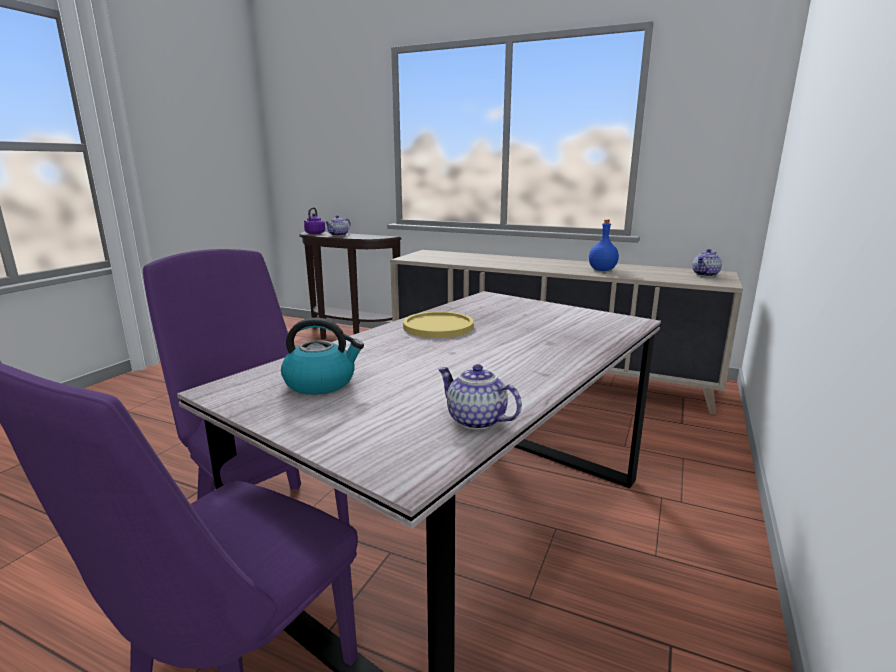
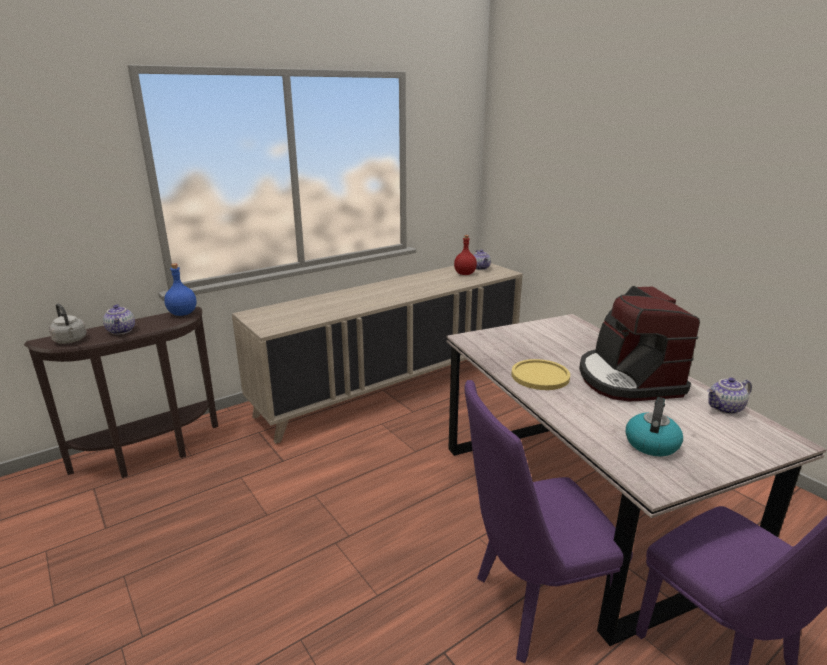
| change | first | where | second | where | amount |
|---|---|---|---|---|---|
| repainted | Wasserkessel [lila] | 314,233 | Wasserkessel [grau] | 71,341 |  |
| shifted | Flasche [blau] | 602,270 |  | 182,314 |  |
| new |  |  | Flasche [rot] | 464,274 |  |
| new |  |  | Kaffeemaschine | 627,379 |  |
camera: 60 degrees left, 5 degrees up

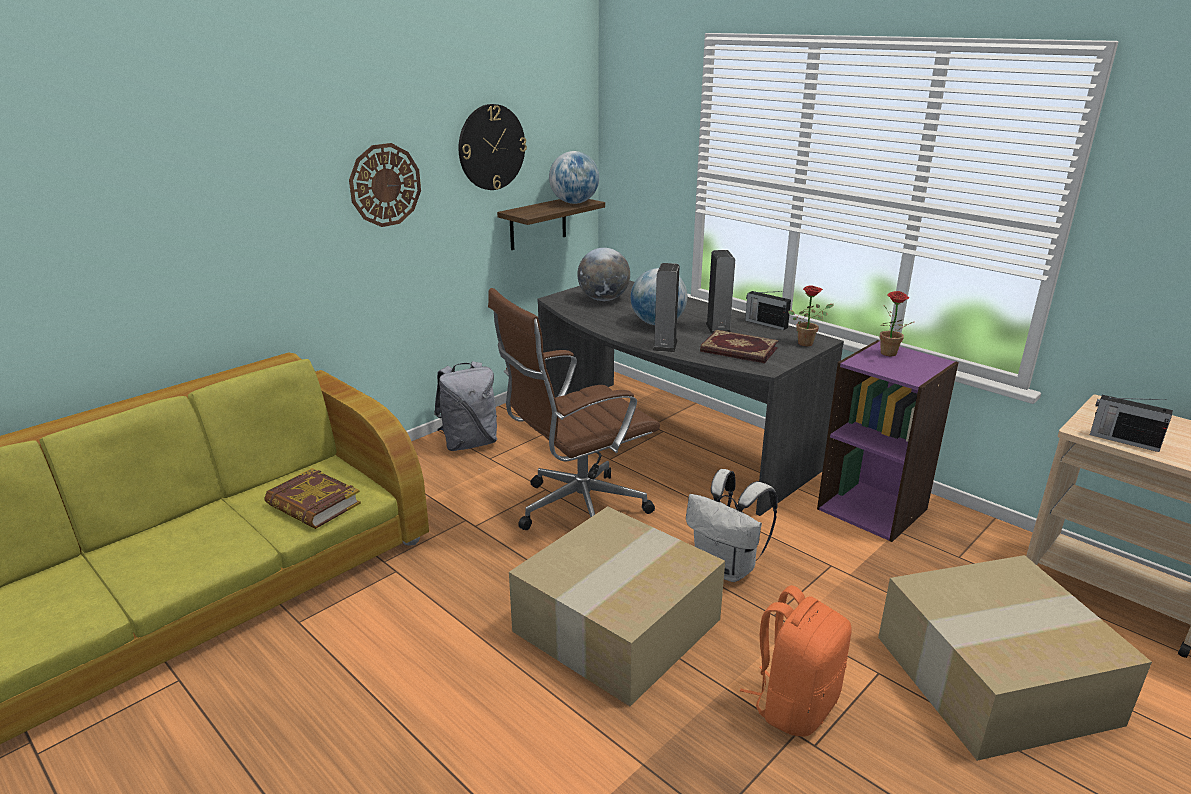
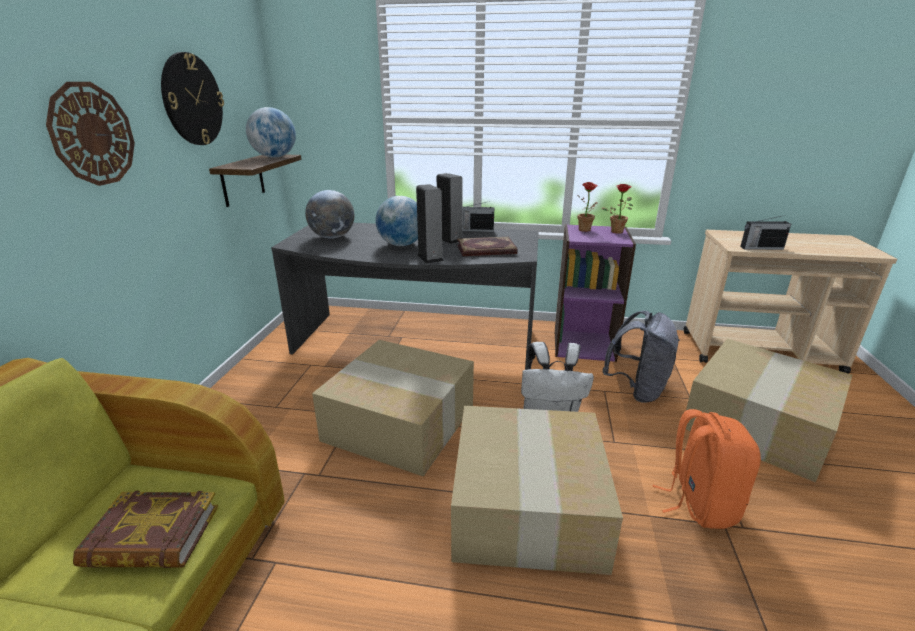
| change | first | where | second | where | amount |
|---|---|---|---|---|---|
| shifted | Rucksack [grau] | 469,443 |  | 637,390 |  |
| swapped | Bürostuhl [braun] | 576,511 | Karton | 397,423 |  |
| shifted | Topfpflanze | 807,343 |  | 617,231 |  |
camera: 35 degrees left, 0 degrees up

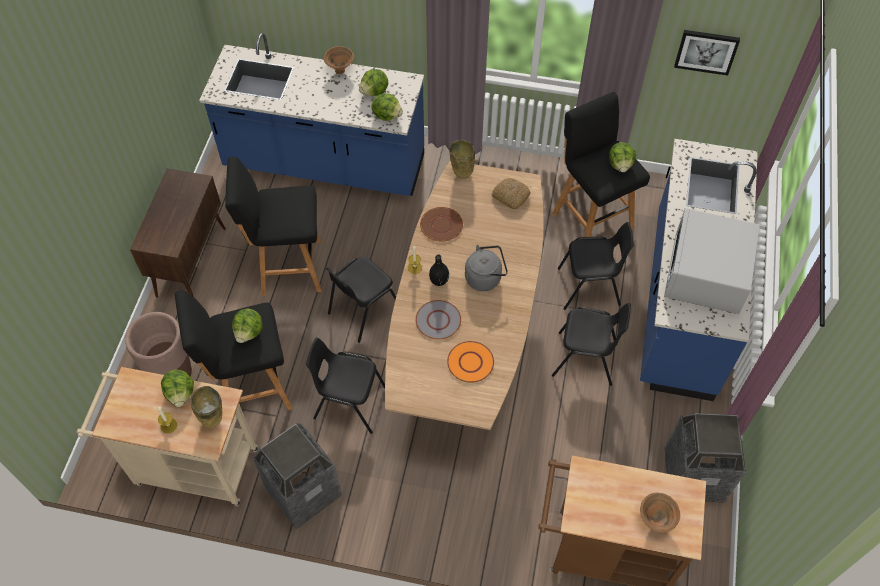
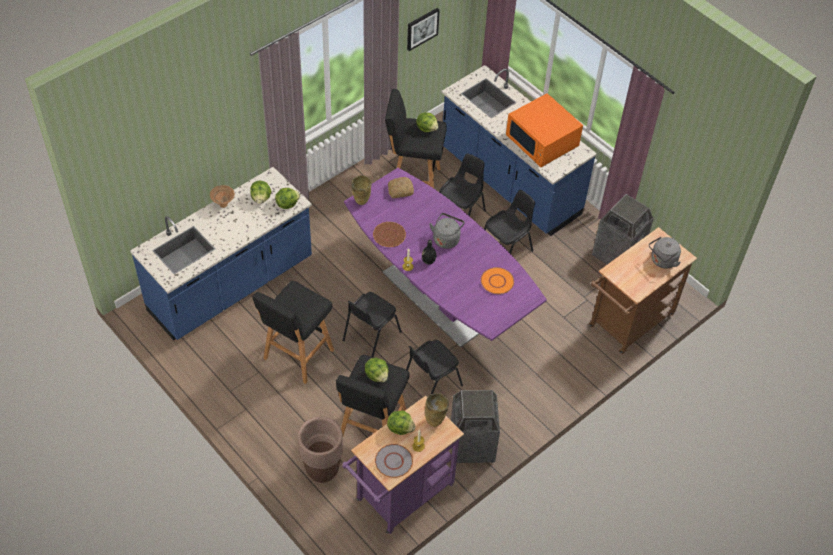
| change | first | where | second | where | amount |
|---|---|---|---|---|---|
| repainted | Rollwagen [beige] | 190,466 | Rollwagen [lila] | 400,496 |  |
| gone | Schrank [braun] | 191,261 |  |  |  |
| rotated | Stuhl [schwarz] | 363,311 |  | 370,336 | 45 degrees clockwise |
| repainted | Esstisch [braun] | 465,338 | Esstisch [lila] | 439,297 |  |
| shifted | Teller [grau] | 438,320 |  | 393,461 |  |
| swapped | Schüssel [braun] | 655,519 | Wasserkessel [grau] | 662,261 |  |
| repainted | Mikrowelle [weiß] | 705,274 | Mikrowelle [orange] | 542,141 |  |
camera: 55 degrees left, 5 degrees down

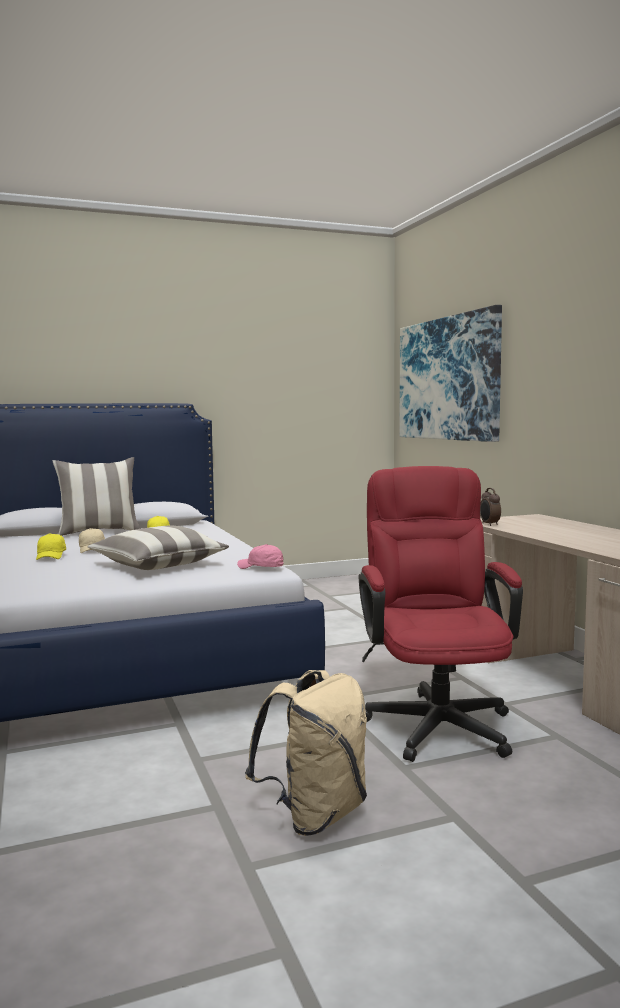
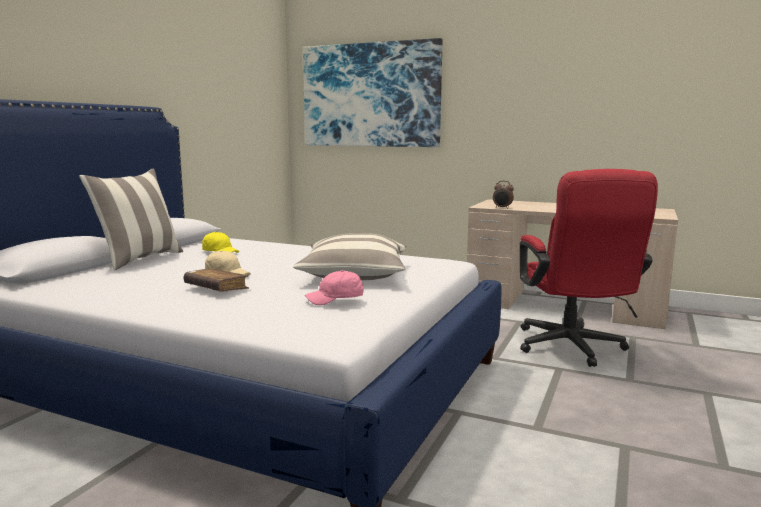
| change | first | where | second | where | amount |
|---|---|---|---|---|---|
| swapped | Kappe [gelb] | 51,556 | Buch [braun] | 216,288 |  |
| shifted | Kappe [rosa] | 261,568 |  | 335,299 |  |
| gone | Rucksack [beige] | 315,815 |  |  |  |
| rotated | Bürostuhl [rot] | 436,720 |  | 572,349 | 135 degrees counterclockwise |
camera: 45 degrees left, 5 degrees up

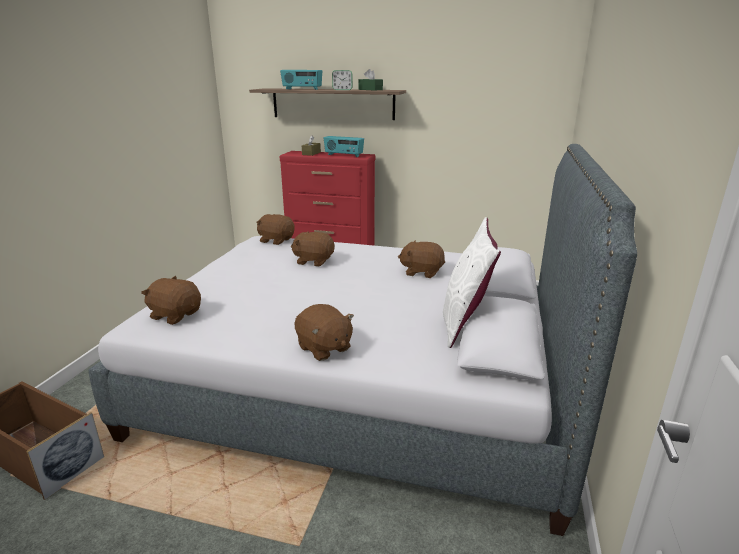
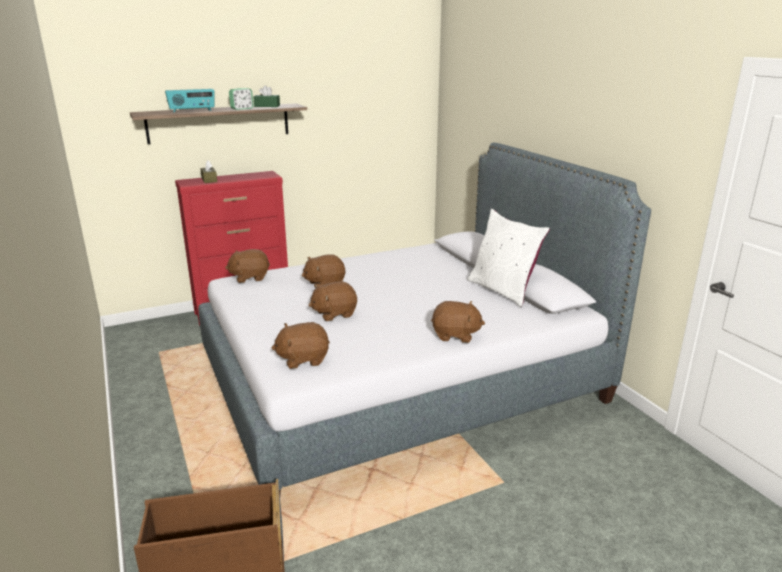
| change | first | where | second | where | amount |
|---|---|---|---|---|---|
| gone | Radio | 343,155 |  |  |  |
| shifted | Plüschtier [braun] | 422,272 |  | 334,313 |  |
camera: 40 degrees left, 0 degrees up

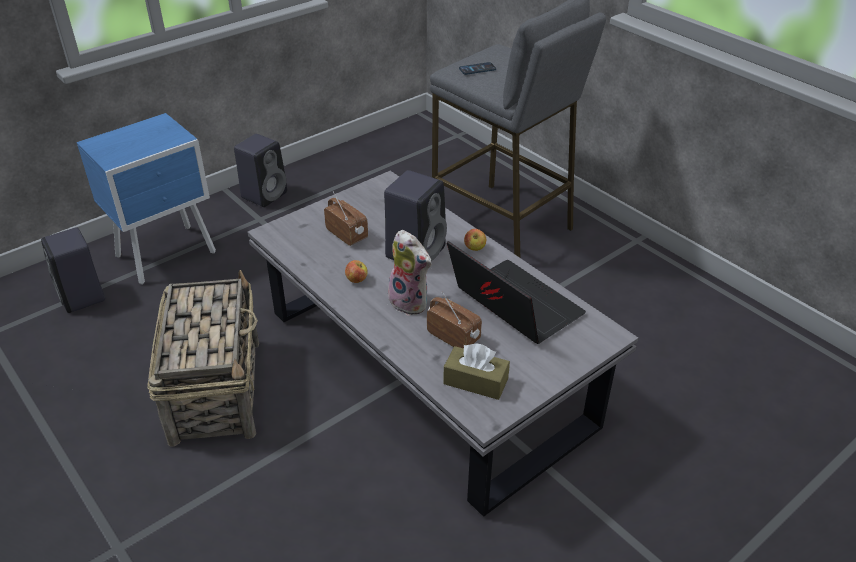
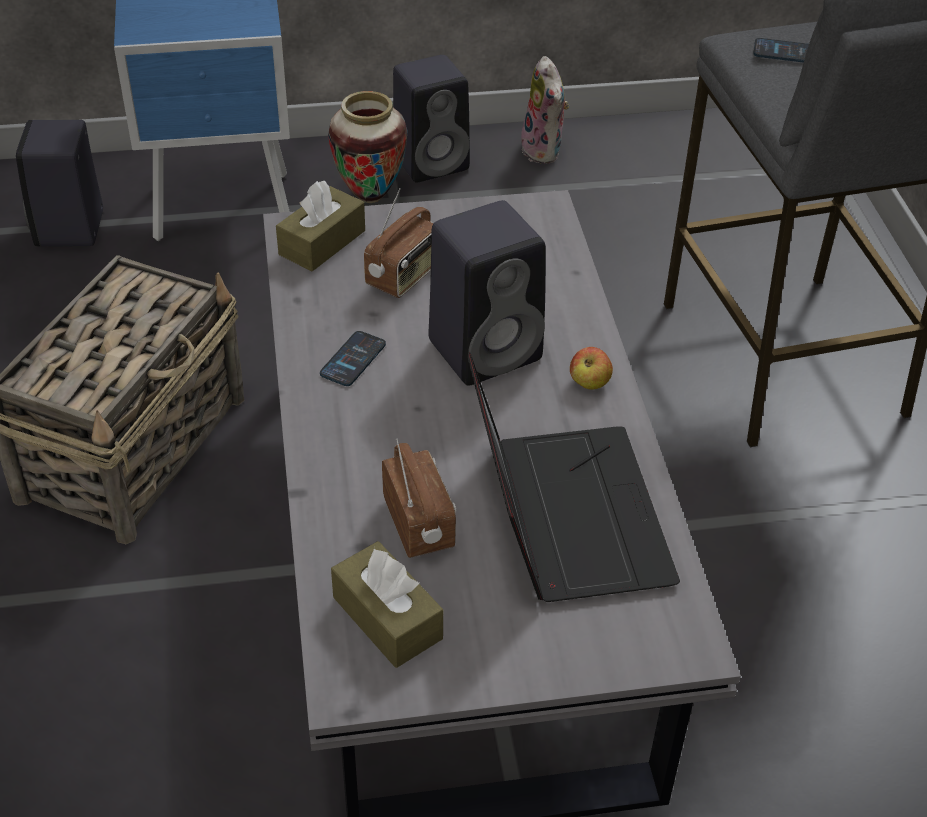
| change | first | where | second | where | amount |
|---|---|---|---|---|---|
| rotated | Radio | 347,234 |  | 404,276 | 45 degrees clockwise |
| swapped | Apfel | 356,280 | Handy | 353,359 |  |
| shifted | Plüschtier | 411,302 |  | 544,151 |  |
| new |  |  | Taschentuchbox [braun] | 322,242 |  |
| new |  |  | Vase | 370,196 |  |
camera: 30 degrees right, 5 degrees up

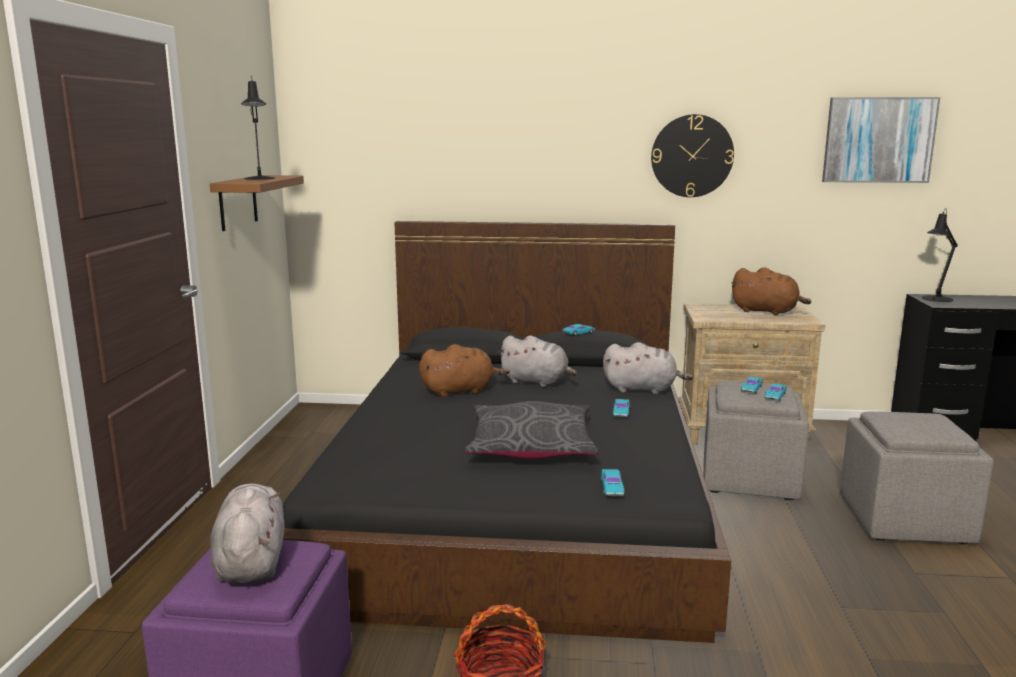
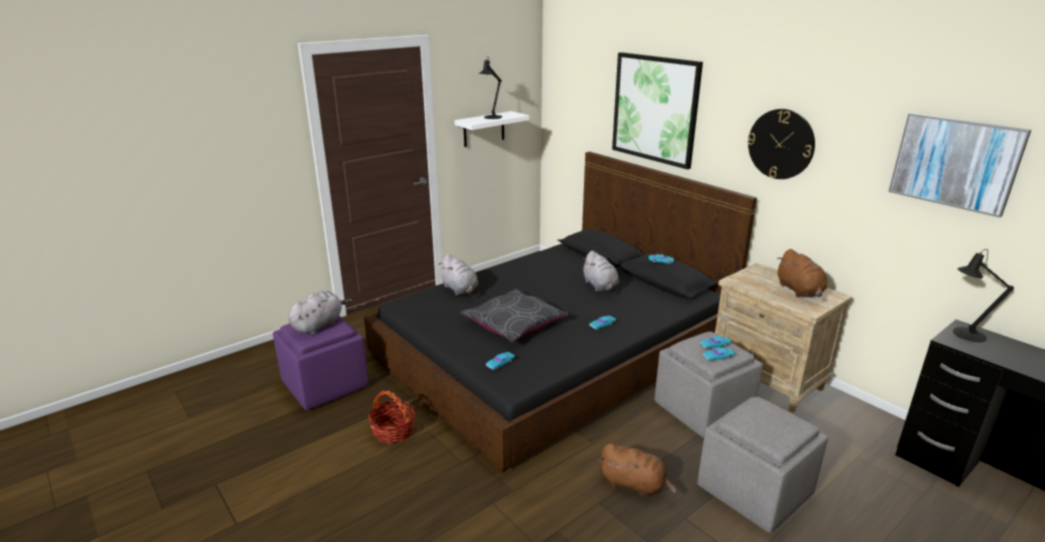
| change | first | where | second | where | amount |
|---|---|---|---|---|---|
| repainted | Wandregal [braun] | 238,202 | Wandregal [weiß] | 484,129 |  |
| shifted | Plüschtier [braun] | 460,391 |  | 635,484 |  |
| shifted | Plüschtier [grau] | 643,389 |  | 460,289 |  |
| new |  |  | Bild | 655,109 |  |
camera: 45 degrees right, 10 degrees up

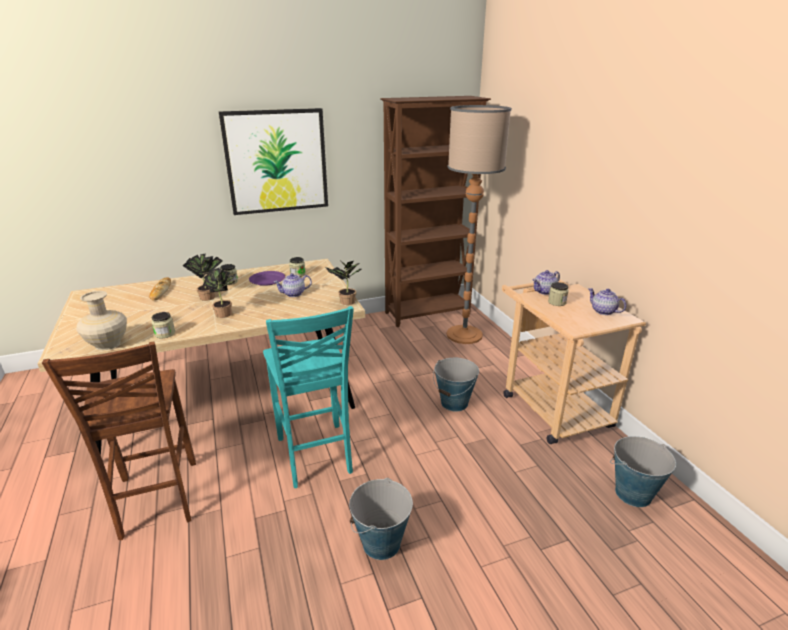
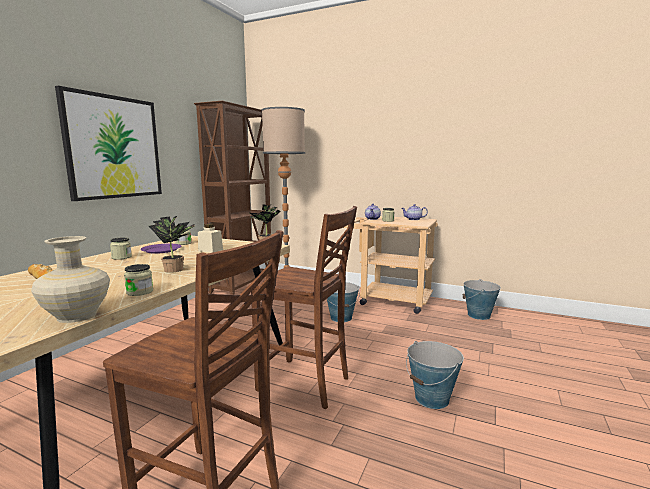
| change | first | where | second | where | amount |
|---|---|---|---|---|---|
| gone | Topfpflanze | 209,296 |  |  |  |
| repainted | Stuhl [türkis] | 315,456 | Stuhl [braun] | 305,384 |  |
| swapped | Teekanne | 293,294 | Vorratsglas [beige] | 210,250 |  |
camera: 45 degrees left, 15 degrees down

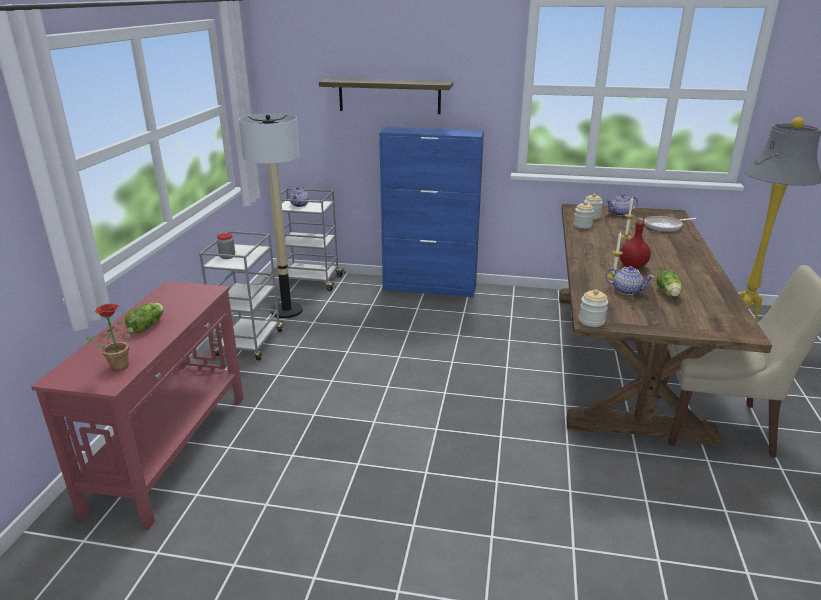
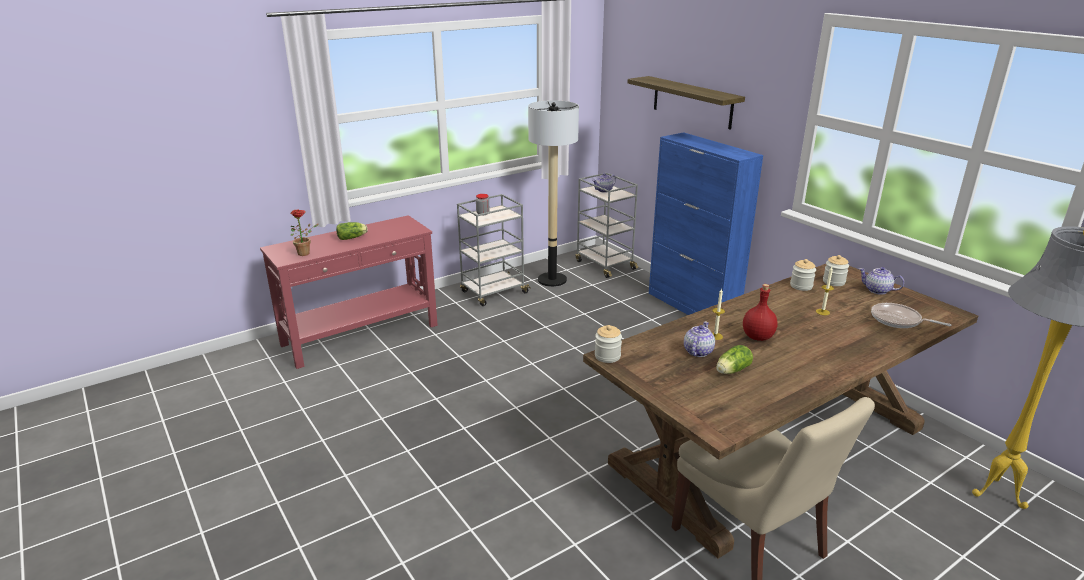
| change | first | where | second | where | amount |
|---|---|---|---|---|---|
| rotated | Teekanne | 627,290 |  | 697,351 | 135 degrees counterclockwise |
camera: 45 degrees right, 0 degrees up

